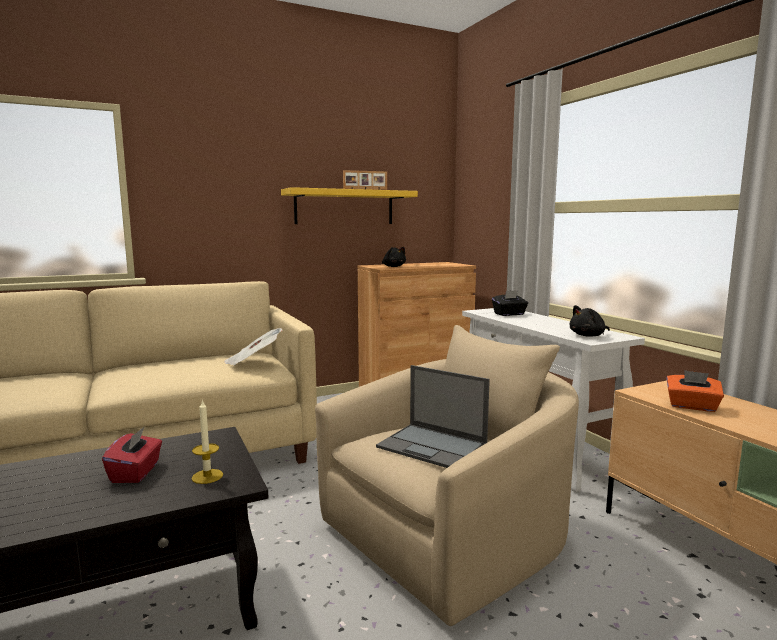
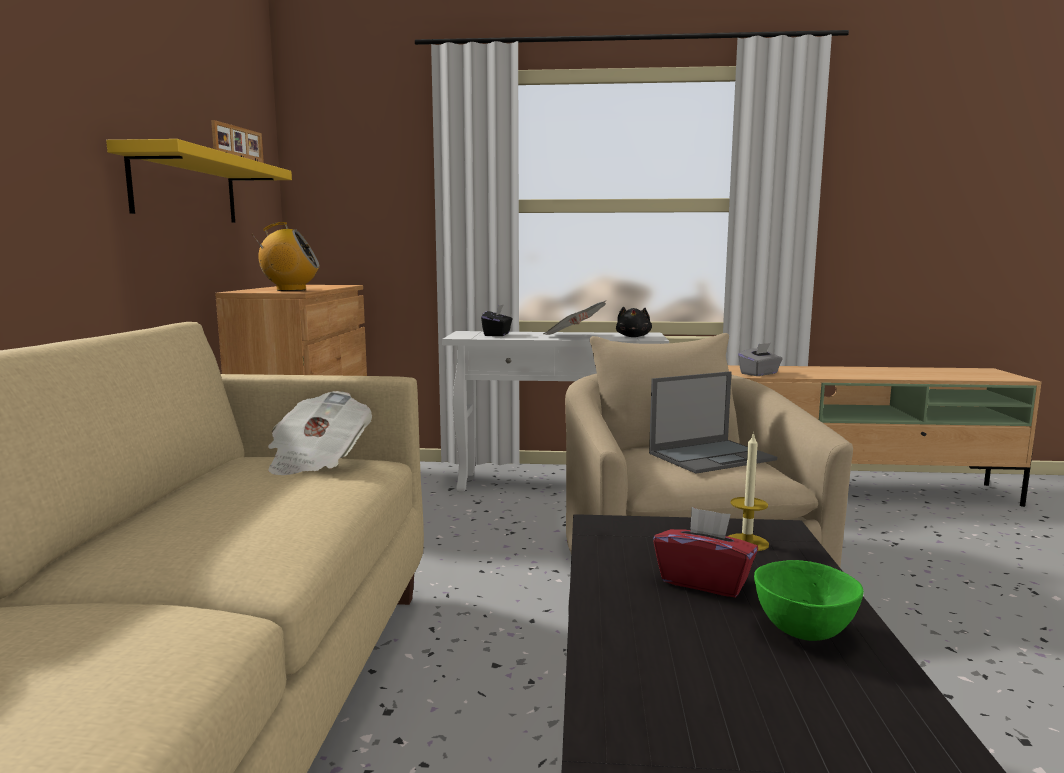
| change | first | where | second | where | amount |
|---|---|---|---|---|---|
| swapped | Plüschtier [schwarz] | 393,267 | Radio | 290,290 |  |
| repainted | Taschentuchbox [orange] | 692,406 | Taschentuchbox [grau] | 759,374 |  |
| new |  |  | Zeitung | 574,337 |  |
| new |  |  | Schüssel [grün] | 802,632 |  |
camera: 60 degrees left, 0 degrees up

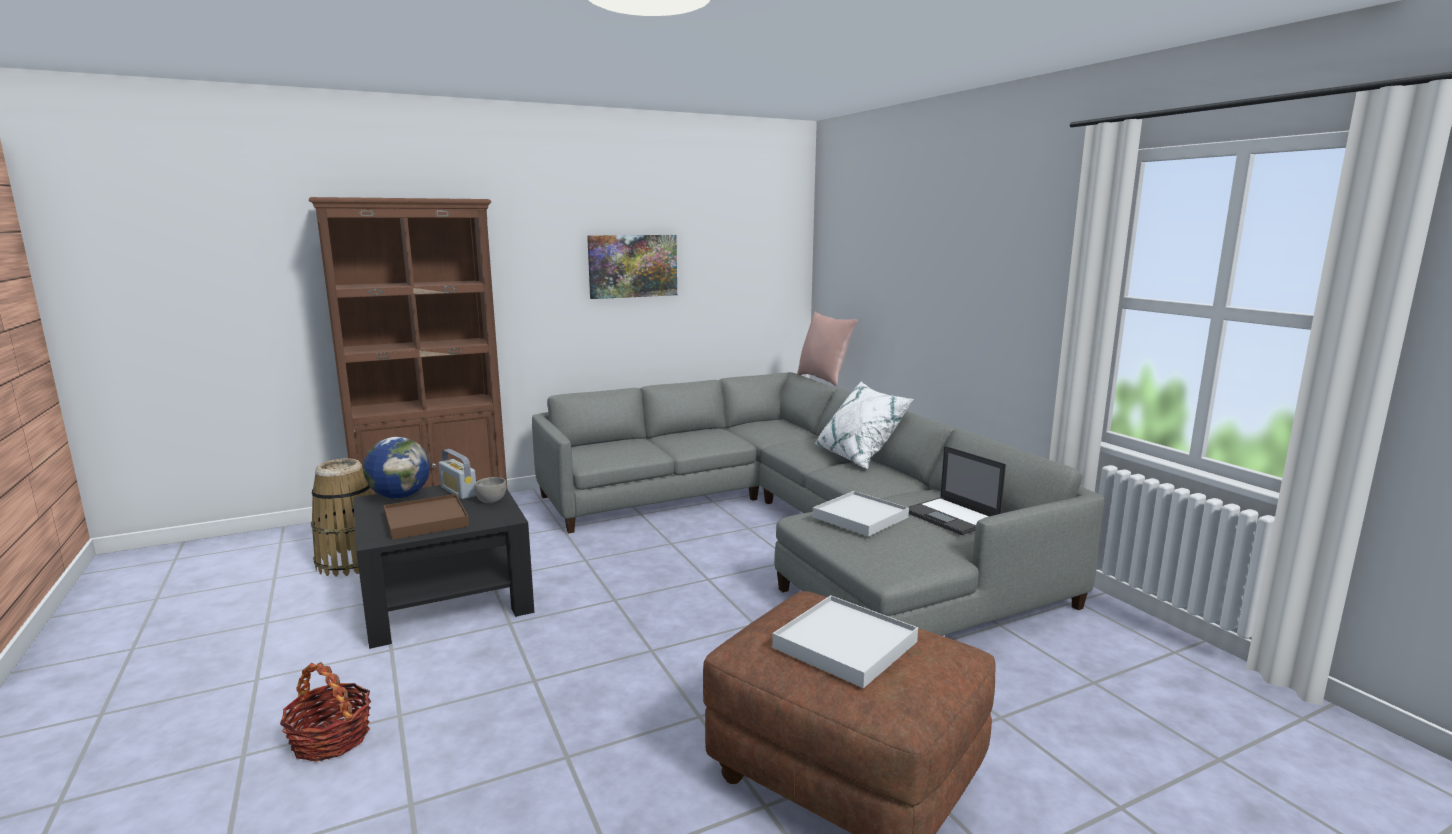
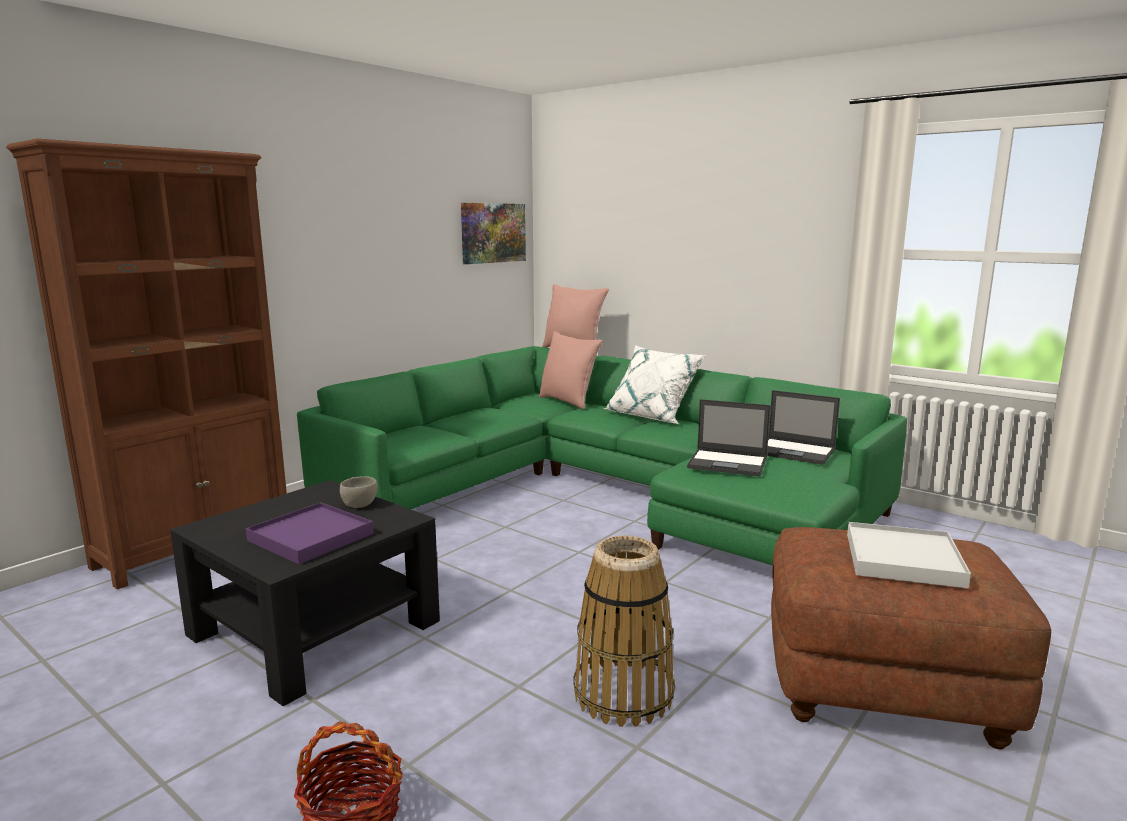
| change | first | where | second | where | amount |
|---|---|---|---|---|---|
| shifted | Korb | 351,562 |  | 623,694 |  |
| gone | Globus | 400,496 |  |  |  |
| repainted | Tablett [braun] | 426,520 | Tablett [lila] | 311,537 |  |
| gone | Radio | 458,491 |  |  |  |
| repainted | Sofa [grau] | 794,526 | Sofa [grün] | 602,491 |  |
| shifted | Bild | 632,266 |  | 493,233 |  |
| swapped | Tablett [weiß] | 860,517 | Laptop | 728,463 |  |
| new |  |  | Kissen [rosa] | 568,402 |  |
camera: 25 degrees left, 0 degrees up

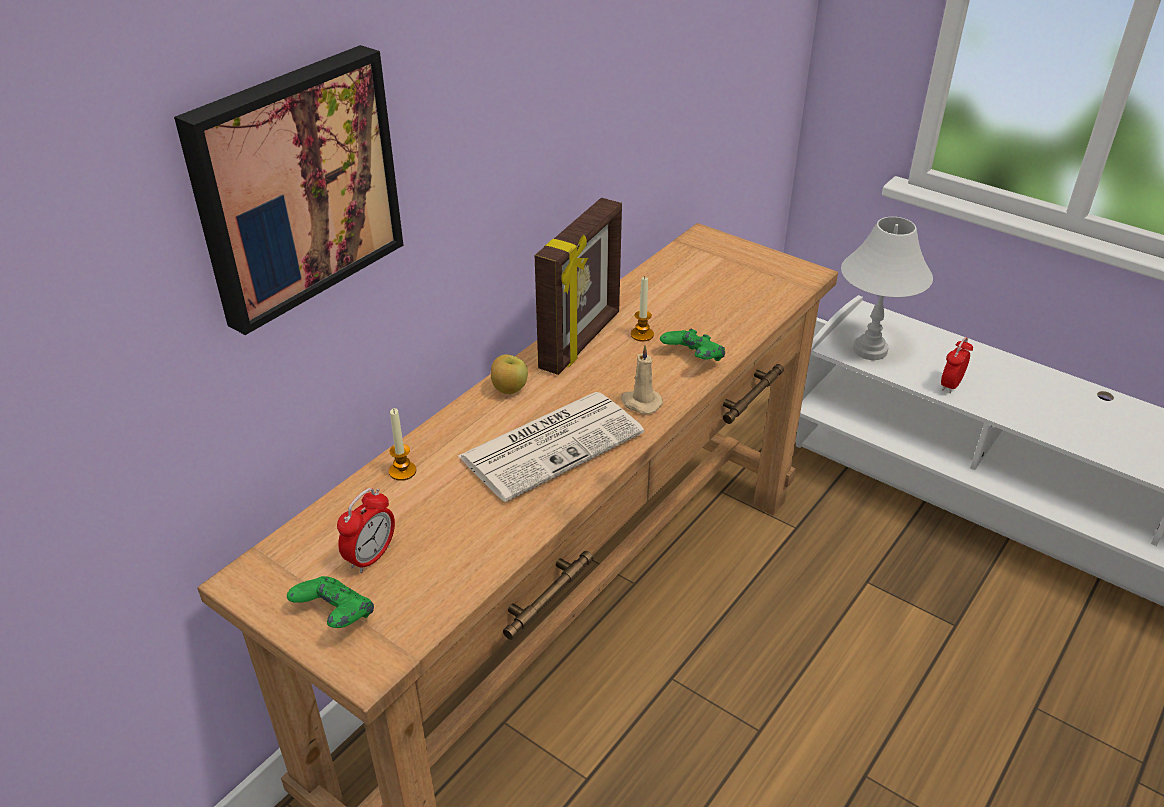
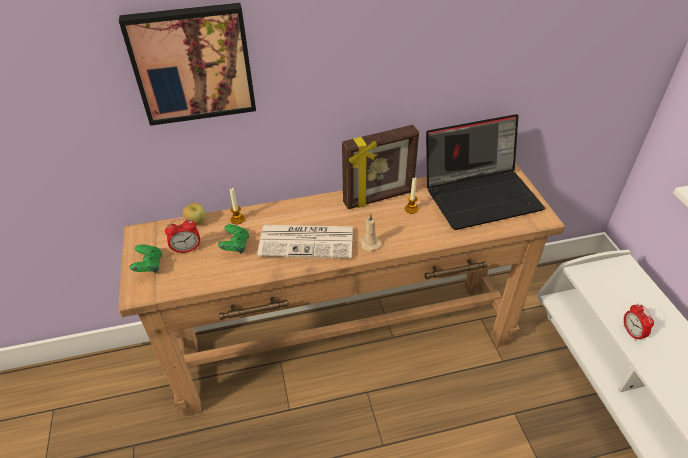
| change | first | where | second | where | amount |
|---|---|---|---|---|---|
| shifted | Apfel | 509,390 |  | 196,222 |  |
| shifted | Gamepad [grün] | 692,360 |  | 235,246 |  |
| gone | Tischlampe [weiß] | 870,350 |  |  |  |
| rotated | Wecker | 950,385 |  | 632,332 | 90 degrees counterclockwise |
| new |  |  | Laptop | 481,195 |  |
camera: 40 degrees right, 5 degrees up

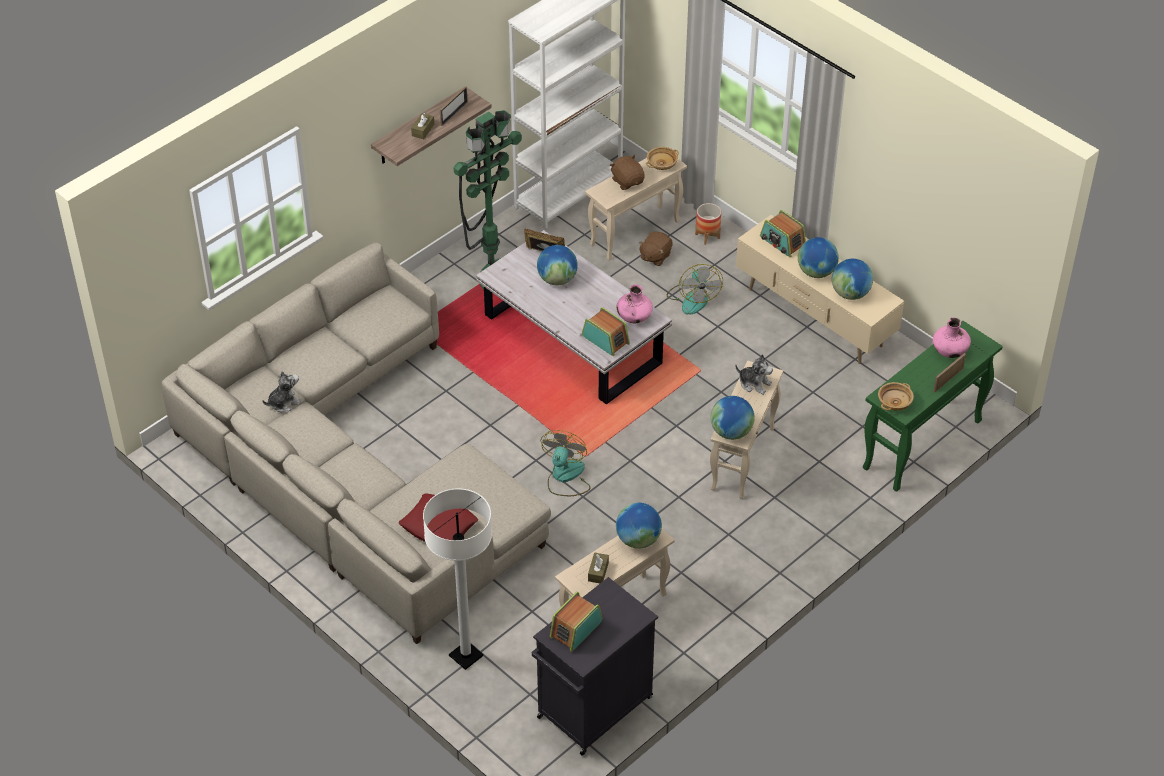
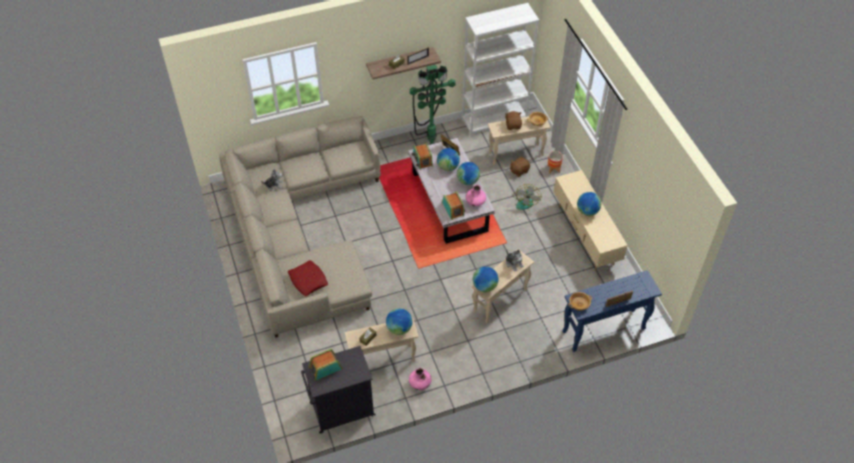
| change | first | where | second | where | amount |
|---|---|---|---|---|---|
| gone | Stehlampe [weiß] | 466,656 |  |  |  |
| gone | Ventilator | 565,477 |  |  |  |
| shifted | Radio | 782,242 |  | 422,160 |  |
| shifted | Globus | 850,293 |  | 468,181 |  |
| repainted | Konsolentisch [grün] | 922,445 | Konsolentisch [blau] | 603,330 |  |
| shifted | Vase [rosa] | 950,351 |  | 420,384 |  |
camera: 25 degrees right, 5 degrees up

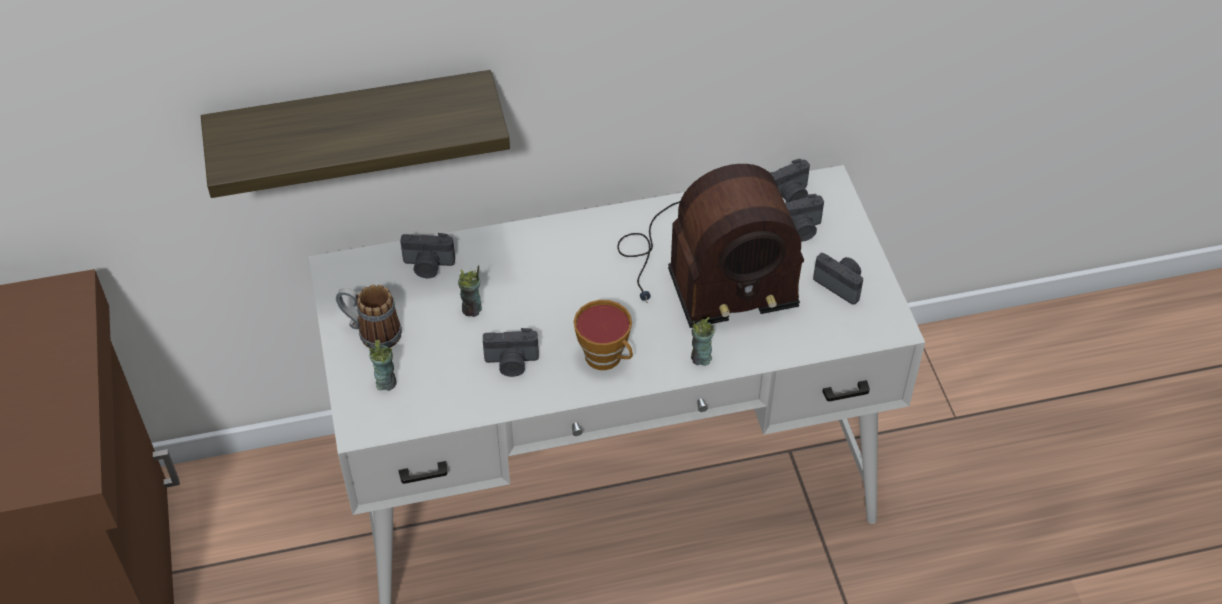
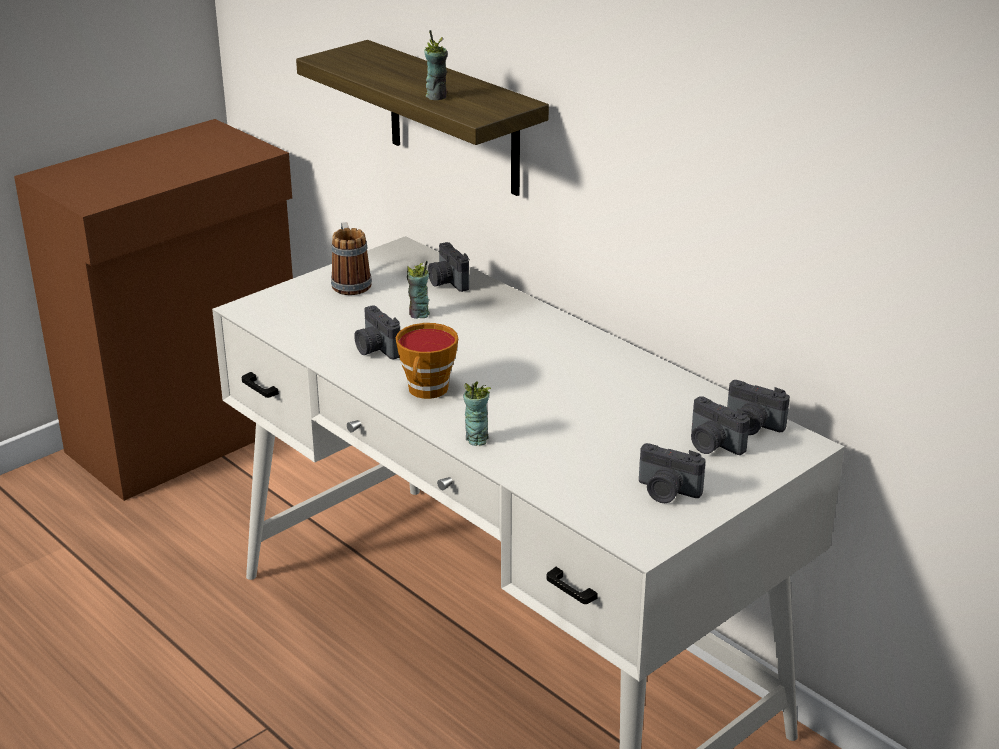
| change | first | where | second | where | amount |
|---|---|---|---|---|---|
| shifted | Tasse | 386,382 |  | 436,96 |  |
| gone | Radio | 705,272 |  |  |  |
| rotated | Kamera | 840,284 |  | 666,492 | 105 degrees clockwise |
camera: 60 degrees right, 20 degrees down

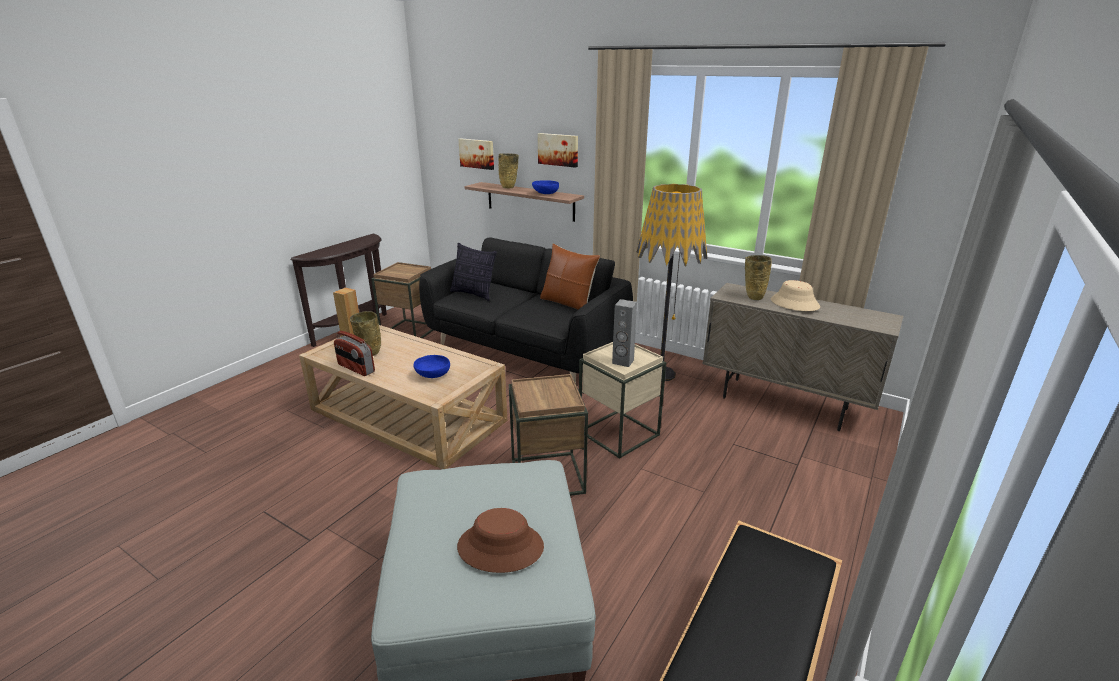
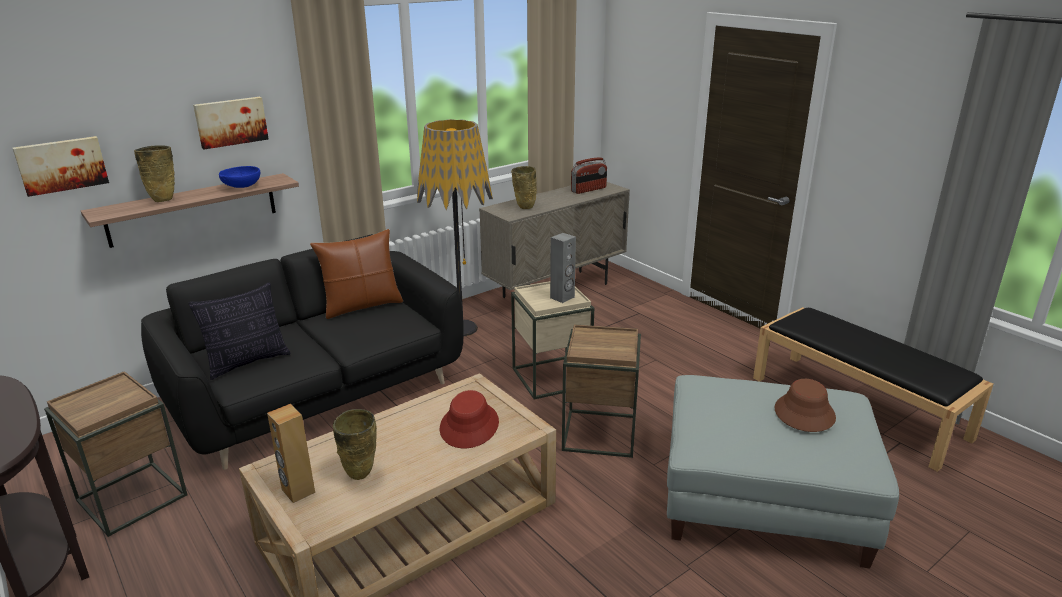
| change | first | where | second | where | amount |
|---|---|---|---|---|---|
| shifted | Radio | 356,368 |  | 588,190 |  |
| swapped | Schüssel [blau] | 432,375 | Hut [rot] | 469,426 |  |
| gone | Hut [beige] | 794,304 |  |  |  |
camera: 70 degrees left, 0 degrees up

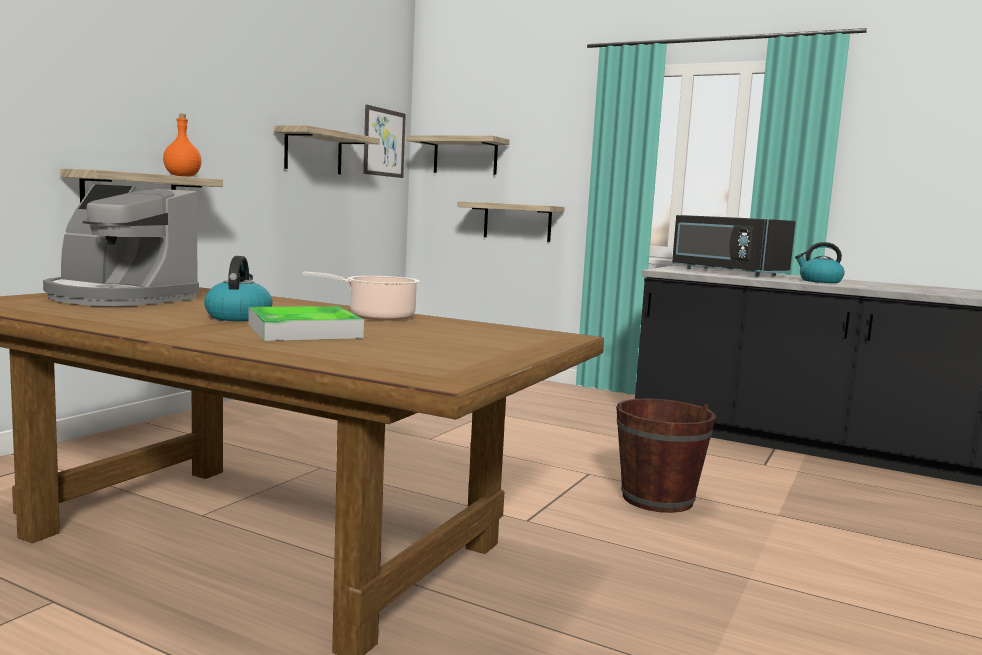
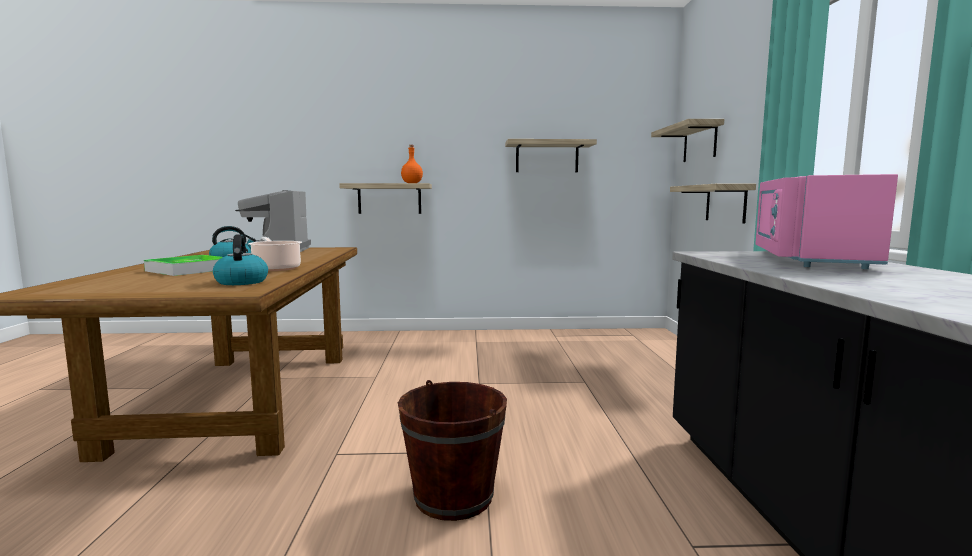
| change | first | where | second | where | amount |
|---|---|---|---|---|---|
| gone | Bild | 384,142 |  |  |  |
| repainted | Mikrowelle [schwarz] | 725,272 | Mikrowelle [rosa] | 807,260 |  |
| shifted | Wasserkessel | 819,281 |  | 241,282 |  |
camera: 60 degrees right, 0 degrees up

